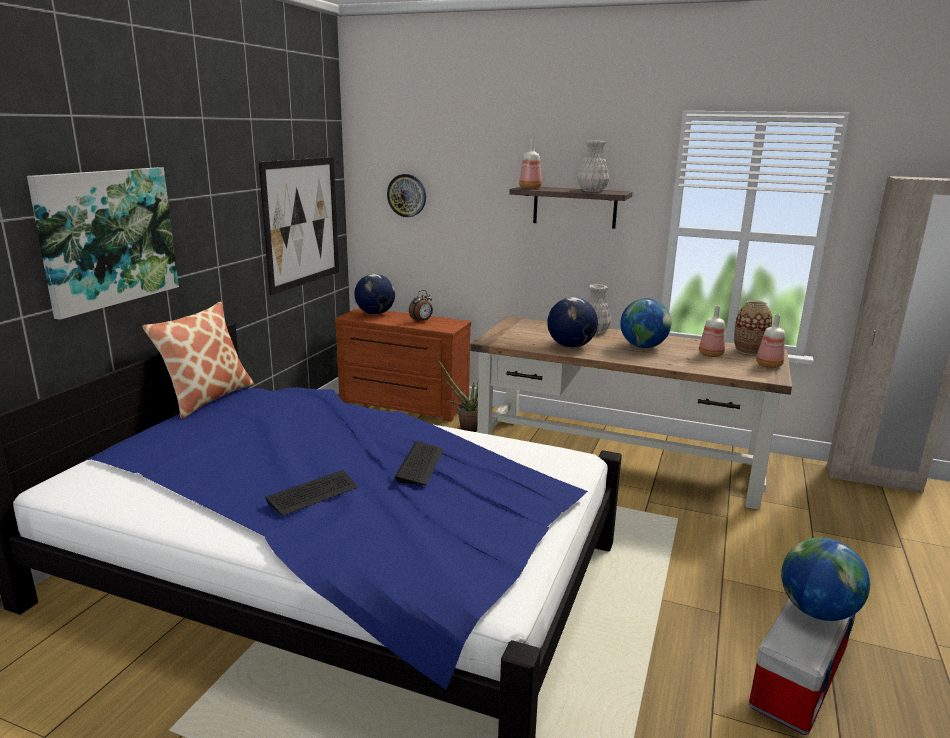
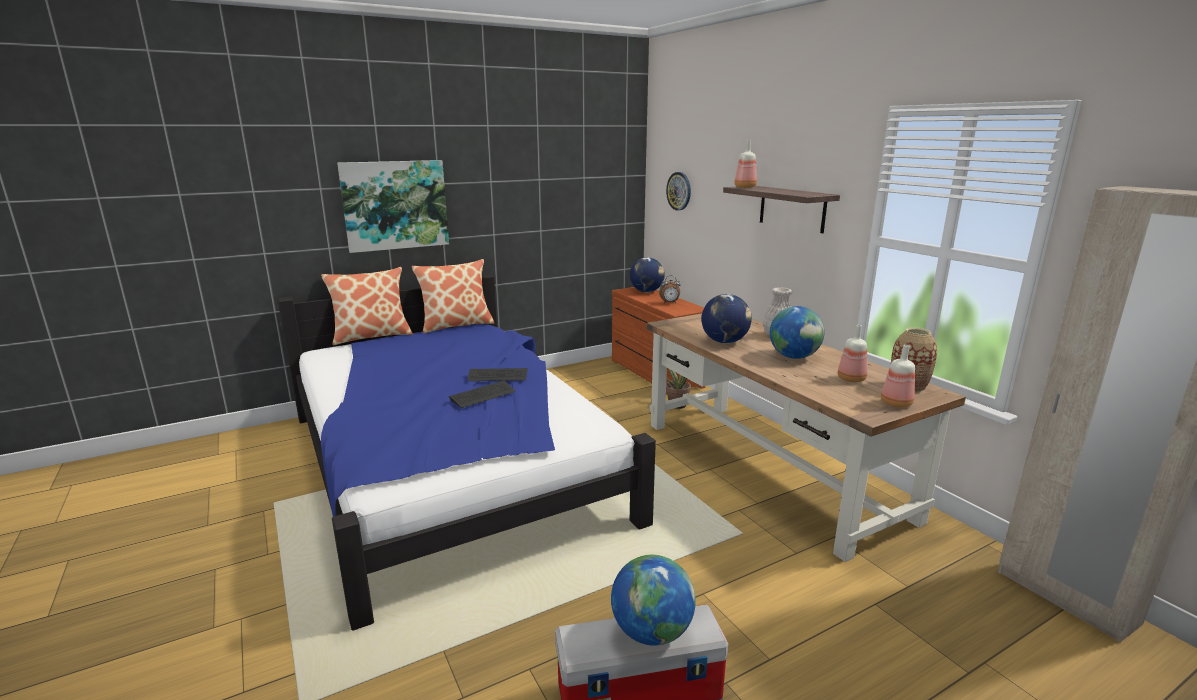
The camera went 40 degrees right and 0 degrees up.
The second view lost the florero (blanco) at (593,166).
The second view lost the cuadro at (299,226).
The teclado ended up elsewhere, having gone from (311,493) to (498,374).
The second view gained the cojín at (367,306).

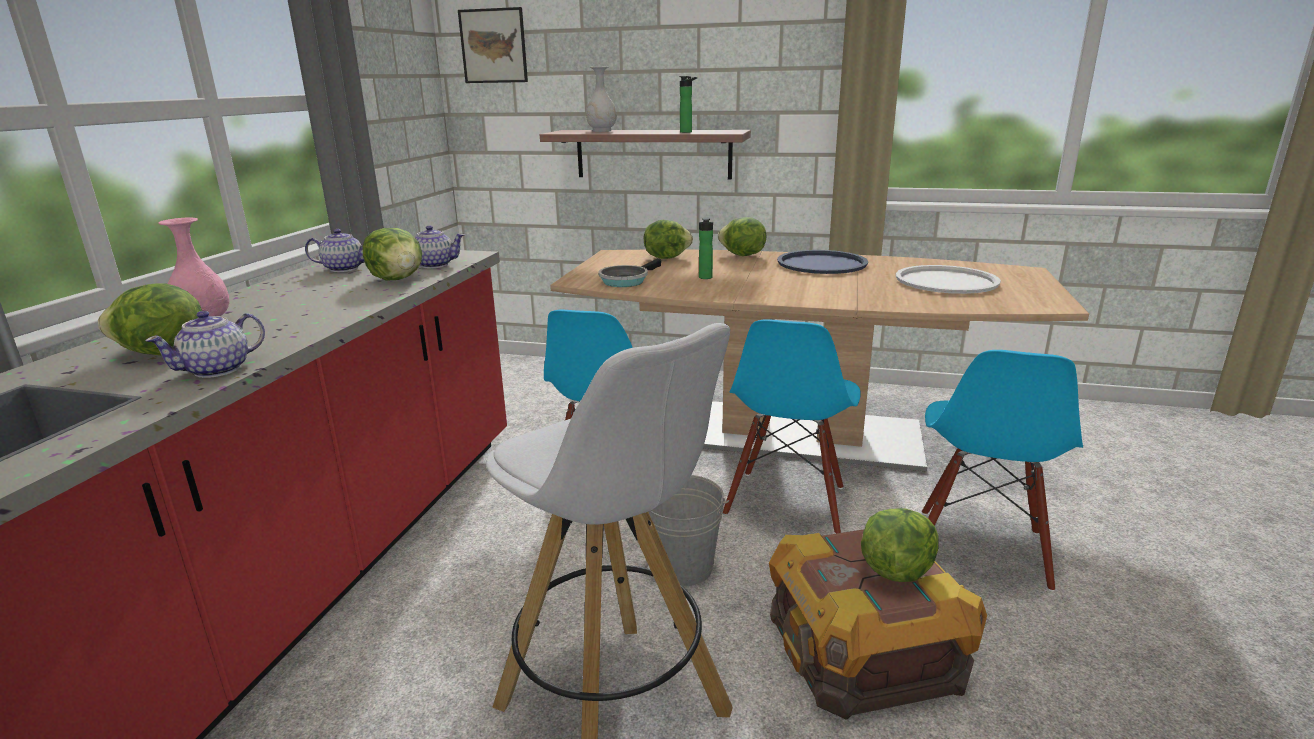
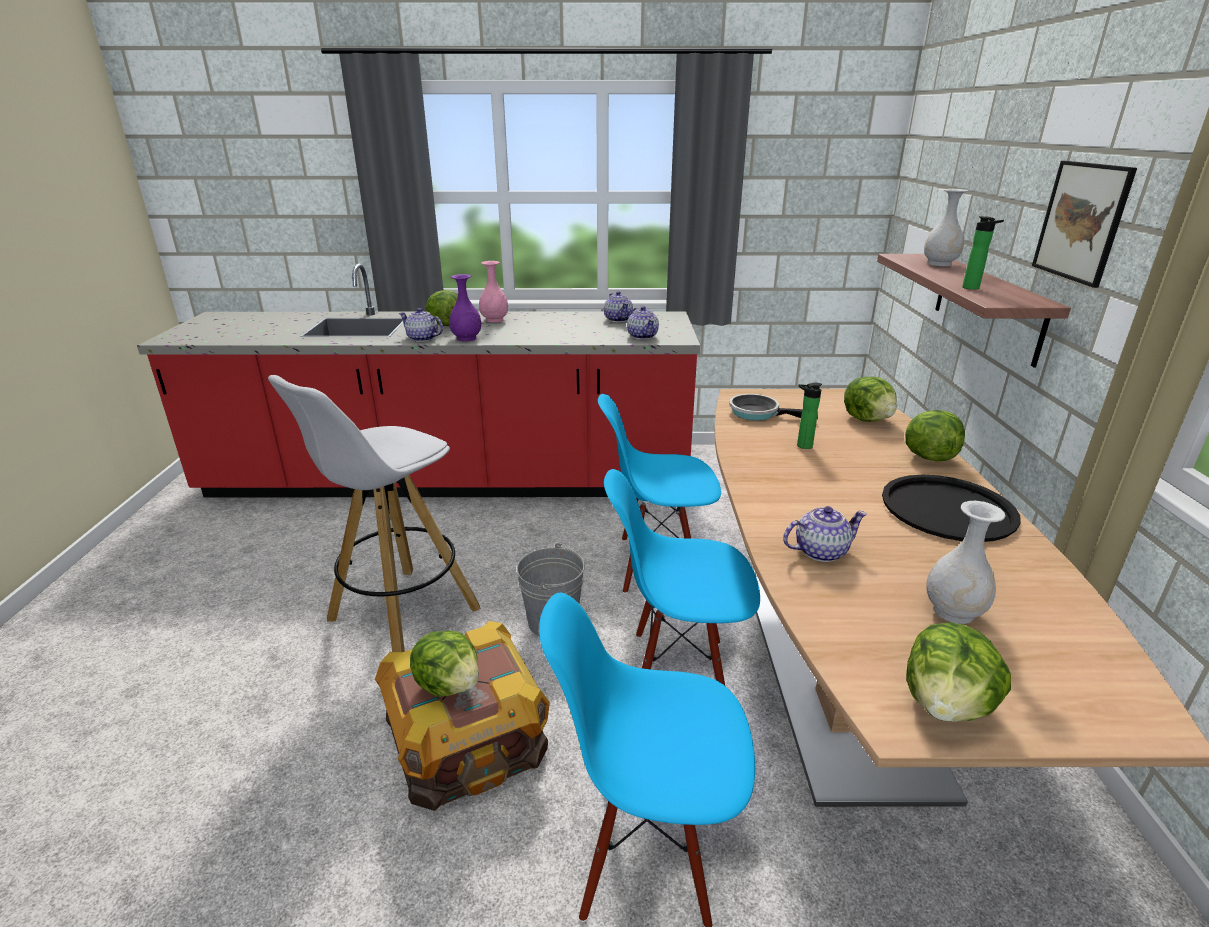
The camera went 75 degrees right and 5 degrees up.
The cuadro ended up elsewhere, having gone from (493,45) to (1084,224).
The lechuga ended up elsewhere, having gone from (392,254) to (958,672).
What was the bandeja (azul) at (822,262) turned into the bandeja (negro) at (951,508).
Where the bandeja (blanco) stood at (948,279), the florero (blanco) came to stand at (965,562).
The second view gained the florero (morado) at (465,307).
The second view gained the tetera at (825,534).

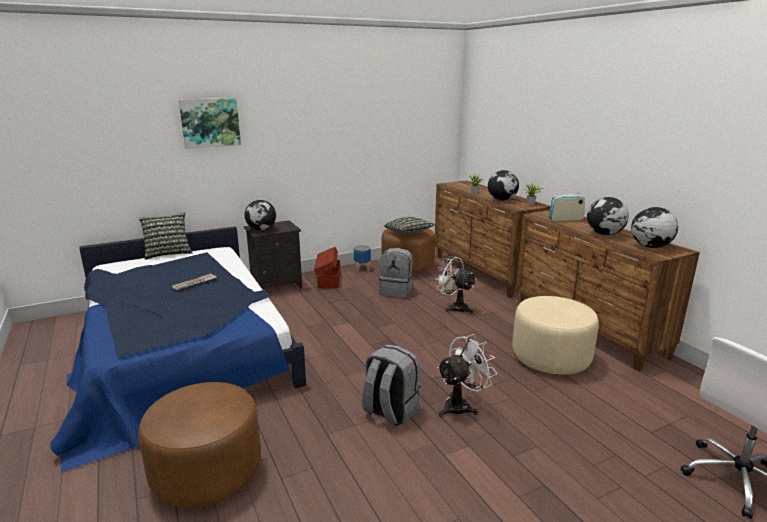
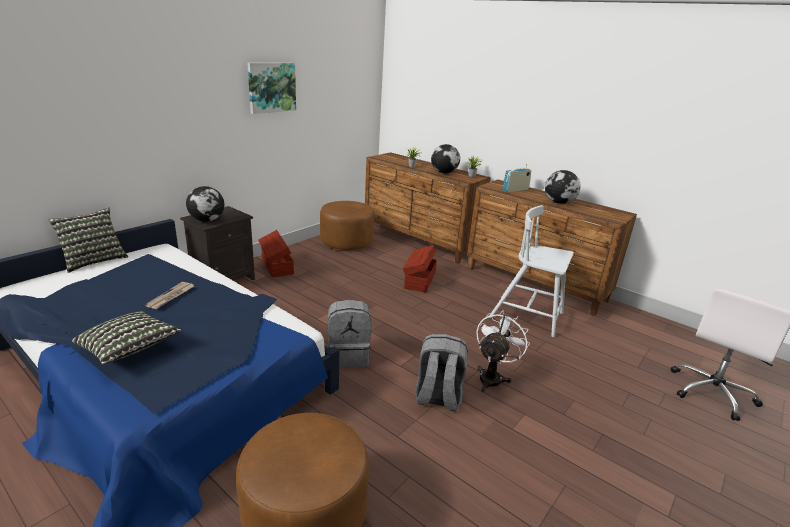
The camera went 25 degrees left and 5 degrees up.
The cuadro ended up elsewhere, having gone from (210,123) to (271,88).
The second view lost the globo terráqueo at (654,227).
The cojín ended up elsewhere, having gone from (409,225) to (126,337).
The second view lost the maceta at (362,258).
The mochila (gris) ended up elsewhere, having gone from (396,273) to (349,333).
Where the ventilador (blanco) stood at (455,285), the caja de almacenaje (marrón) came to stand at (420,268).
Where the puf (beis) stood at (555,335), the silla (blanco) came to stand at (531,271).

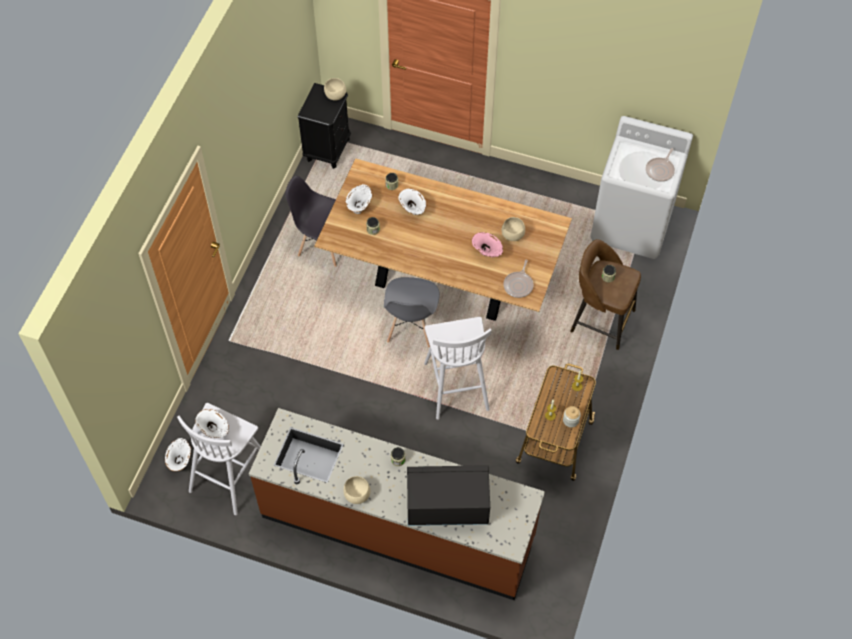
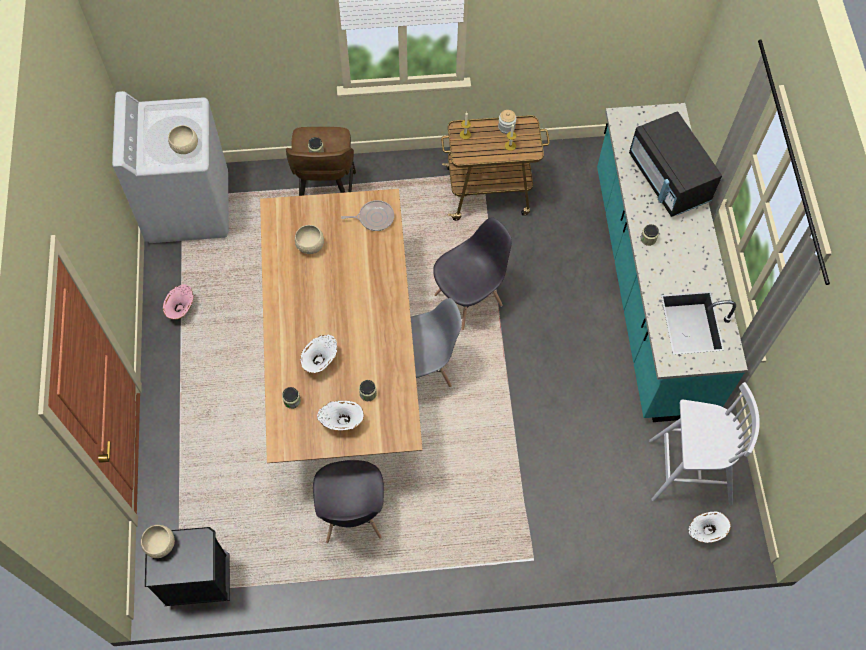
The camera went 115 degrees left and 5 degrees up.
The second view lost the sartén at (660,165).
The florero (rosa) ended up elsewhere, having gone from (487,245) to (178,301).
Where the taburete (blanco) stood at (458,368), the silla (gris) came to stand at (472,273).
What was the mueble bajo de cocina (marrón) at (397,504) turned into the mueble bajo de cocina (turquesa) at (672,262).
The second view lost the florero (blanco) at (212,423).
The cuenco (beis) ended up elsewhere, having gone from (357,490) to (183,139).

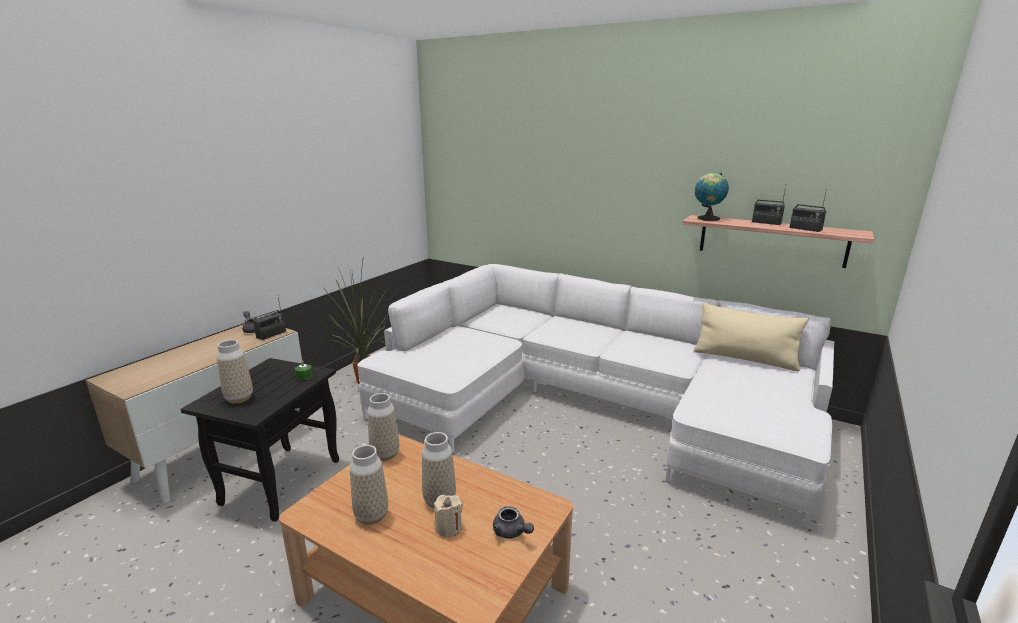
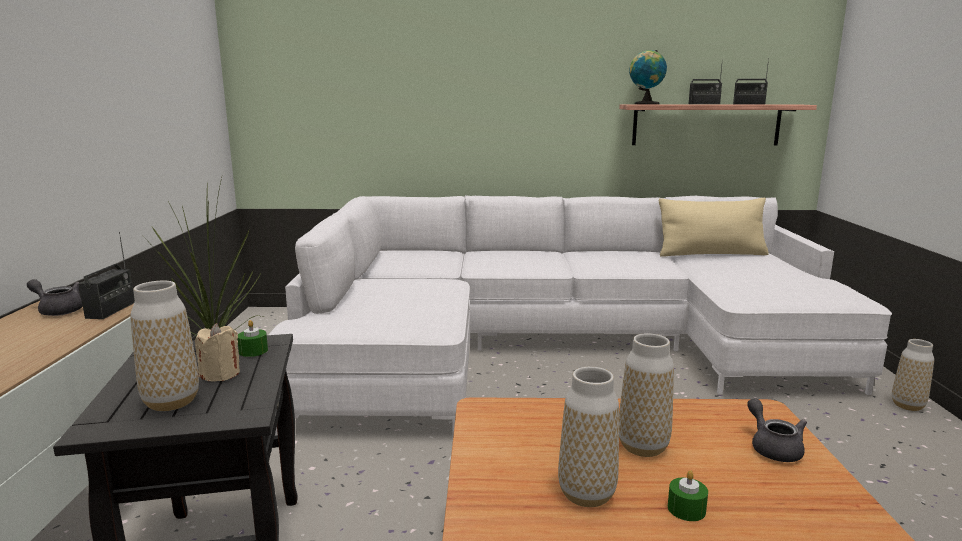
The camera went 30 degrees left and 5 degrees down.
The florero ended up elsewhere, having gone from (383,427) to (913,375).
The vela (beis) ended up elsewhere, having gone from (448,516) to (217,352).
The tetera (gris) at (513,522) ended up facing another way, 120 degrees counterclockwise from before.
The second view gained the vela (verde) at (688,495).

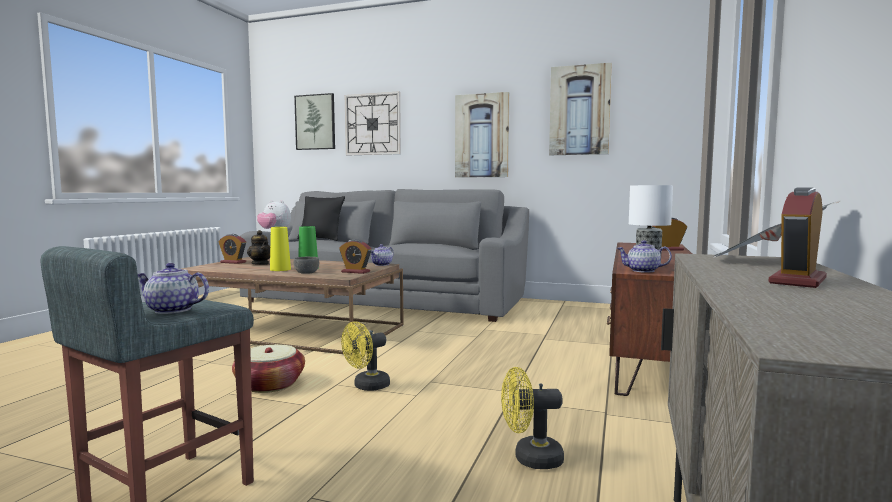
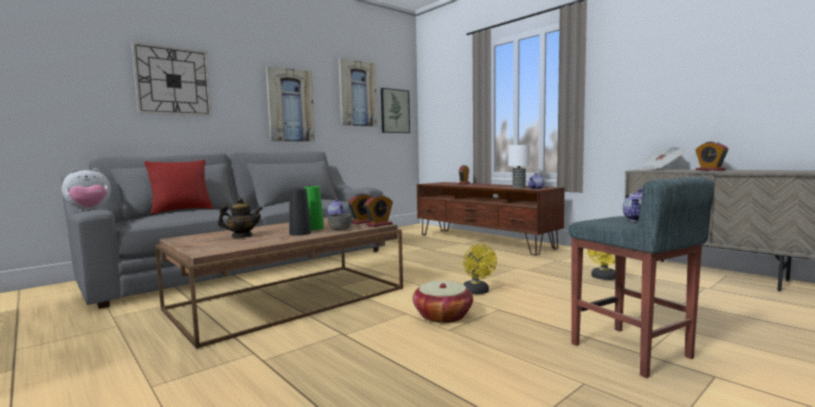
The camera went 60 degrees left and 0 degrees up.
The cuadro ended up elsewhere, having gone from (314,121) to (395,110).
What was the cojín (negro) at (321,218) turned into the cojín (rojo) at (178,187).
What was the florero (amarillo) at (280,249) turned into the florero (negro) at (300,212).
The despertador ended up elsewhere, having gone from (232,249) to (378,210).

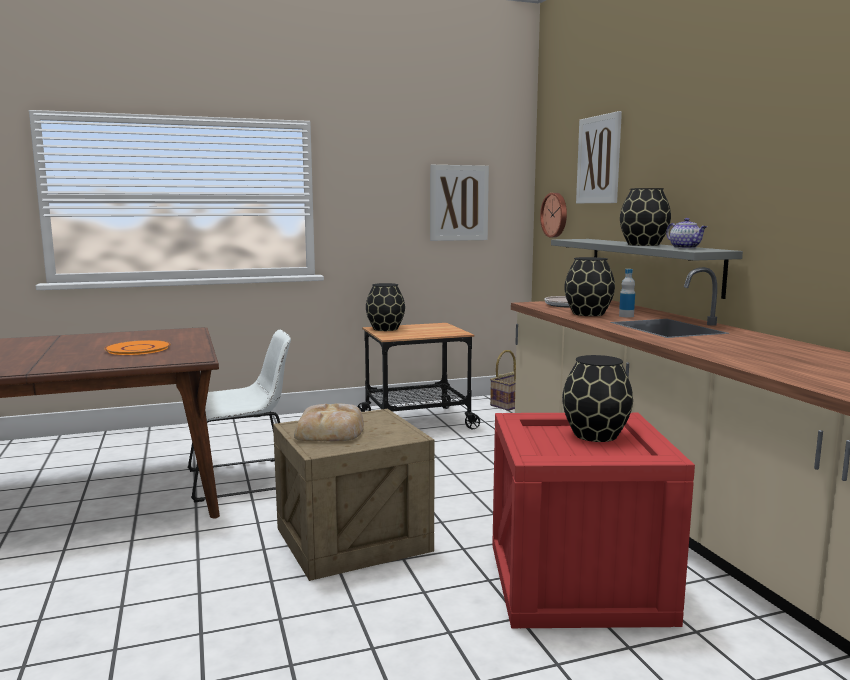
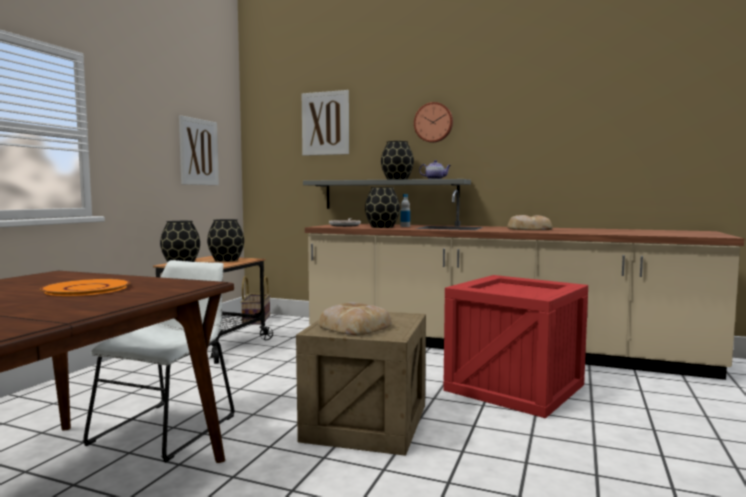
The camera went 50 degrees left and 5 degrees down.
The reloj de pared ended up elsewhere, having gone from (553,215) to (433,122).
The florero (negro) ended up elsewhere, having gone from (597,398) to (225,240).
The second view gained the pan at (530,222).

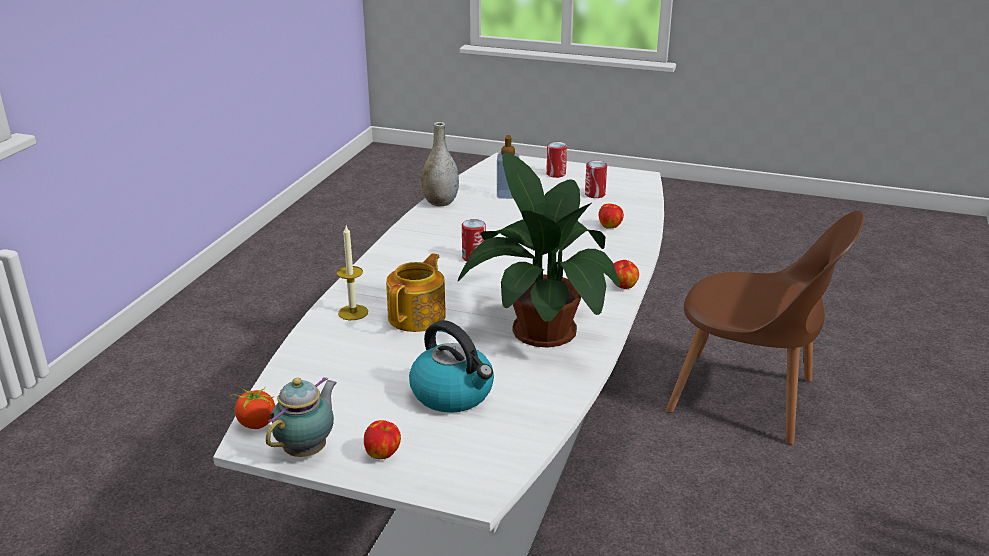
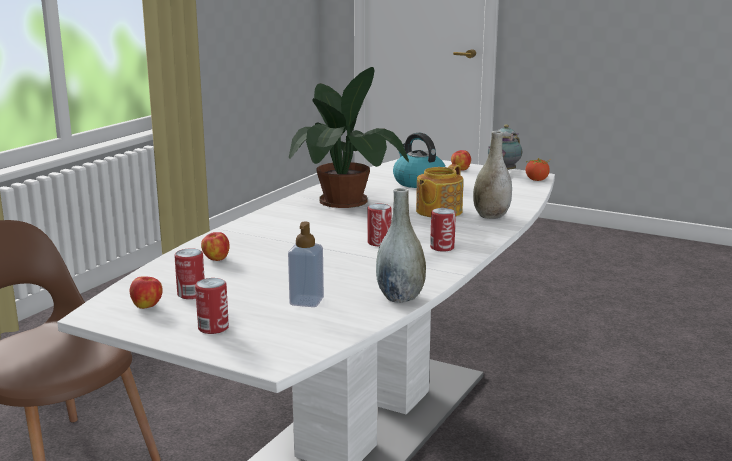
The camera went 170 degrees left and 10 degrees down.
Where the vela stood at (352,273), the florero (gris) came to stand at (492,175).
The manzana ended up elsewhere, having gone from (626,274) to (146,292).
The second view gained the lata at (443,230).

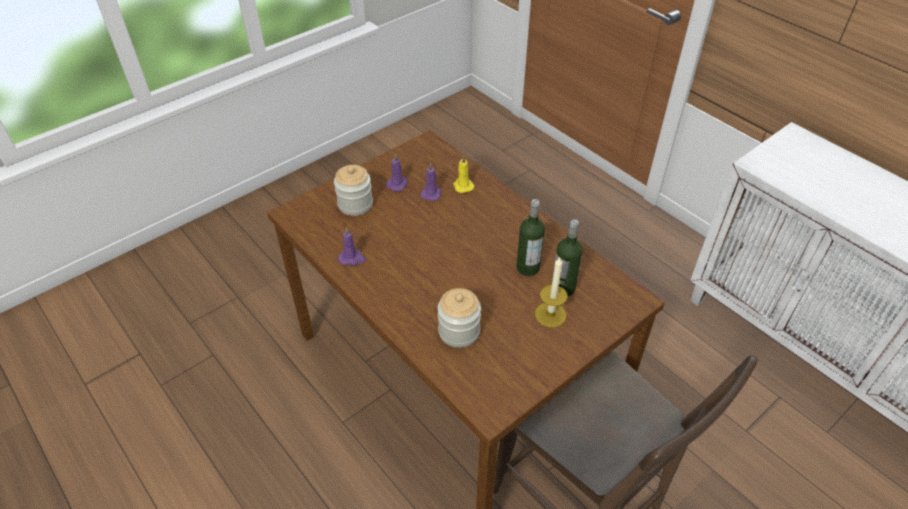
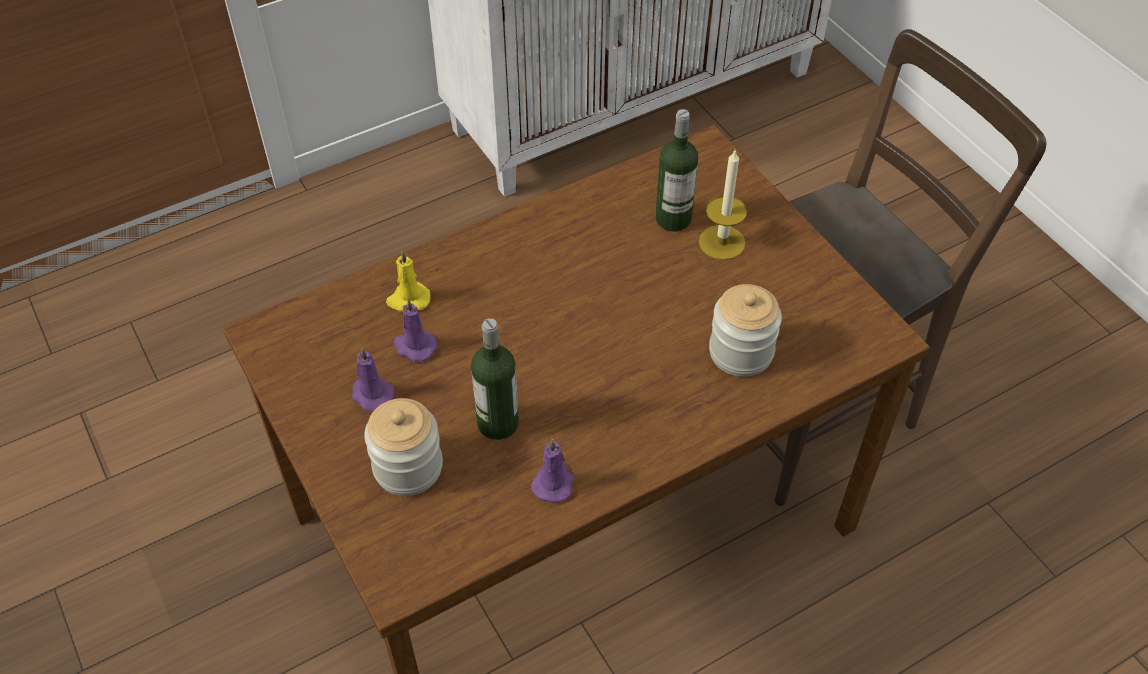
The camera went 80 degrees left and 5 degrees up.
The botella ended up elsewhere, having gone from (530,237) to (495,379).

